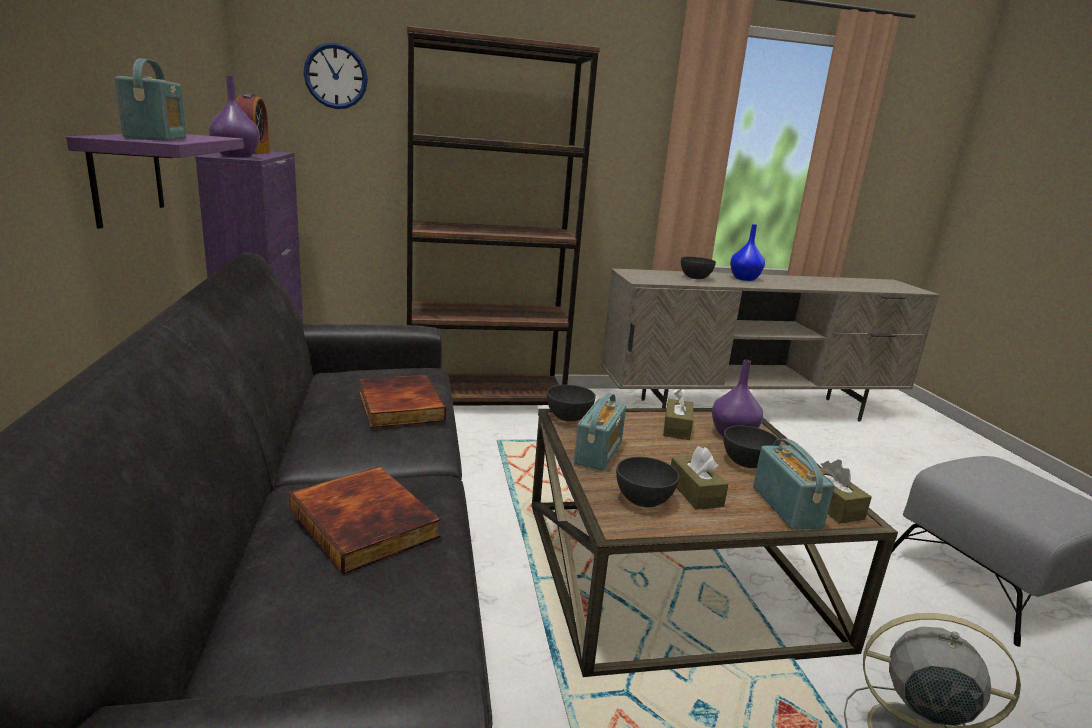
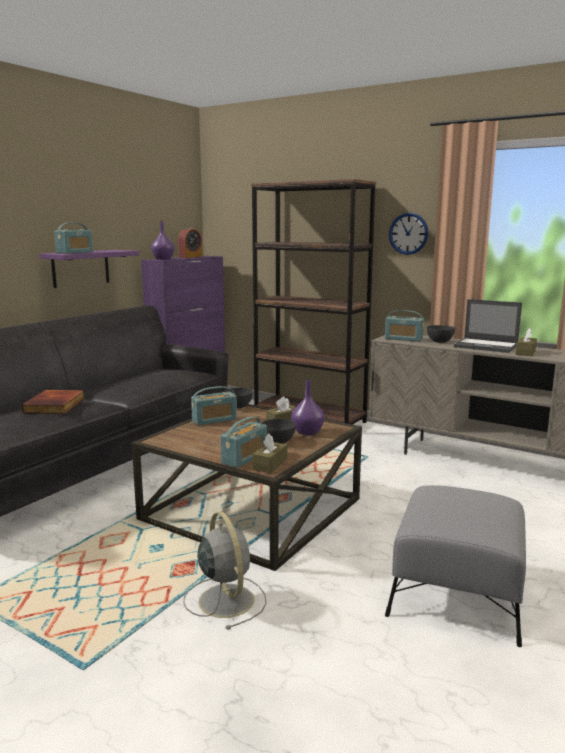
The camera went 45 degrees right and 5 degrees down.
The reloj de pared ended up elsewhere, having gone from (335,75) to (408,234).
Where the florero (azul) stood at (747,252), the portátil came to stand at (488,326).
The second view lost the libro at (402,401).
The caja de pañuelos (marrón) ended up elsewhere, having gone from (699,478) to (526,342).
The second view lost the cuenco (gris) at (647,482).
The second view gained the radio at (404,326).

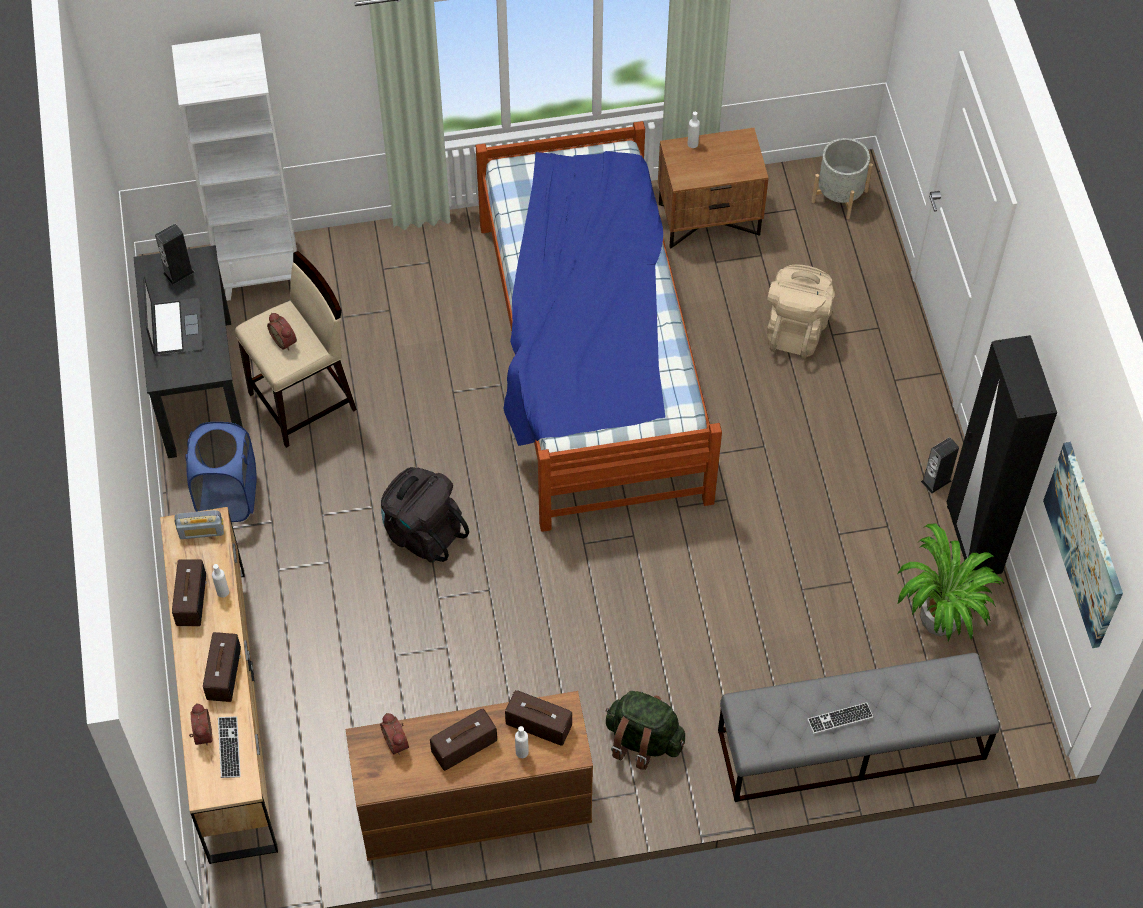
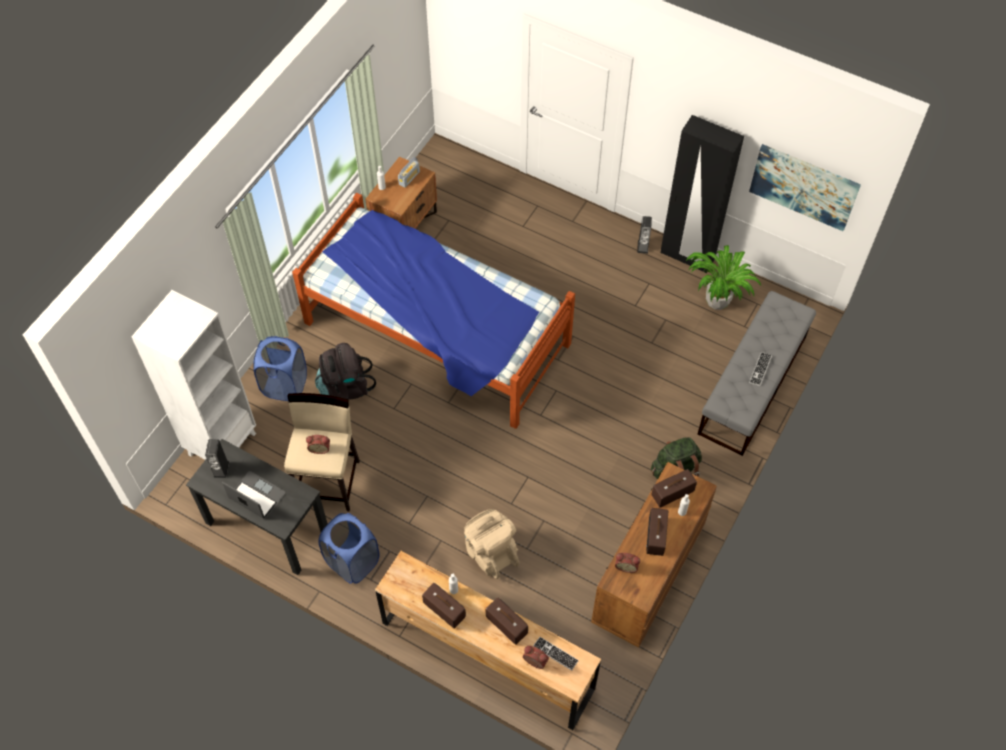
The camera went 50 degrees left and 0 degrees up.
The second view lost the maceta (gris) at (842,178).
The mochila (beis) ended up elsewhere, having gone from (801,312) to (491,544).
The mochila (negro) ended up elsewhere, having gone from (425,515) to (345,371).
The radio ended up elsewhere, having gone from (199,524) to (409,172).
The second view gained the cesto de la ropa (azul) at (280,368).

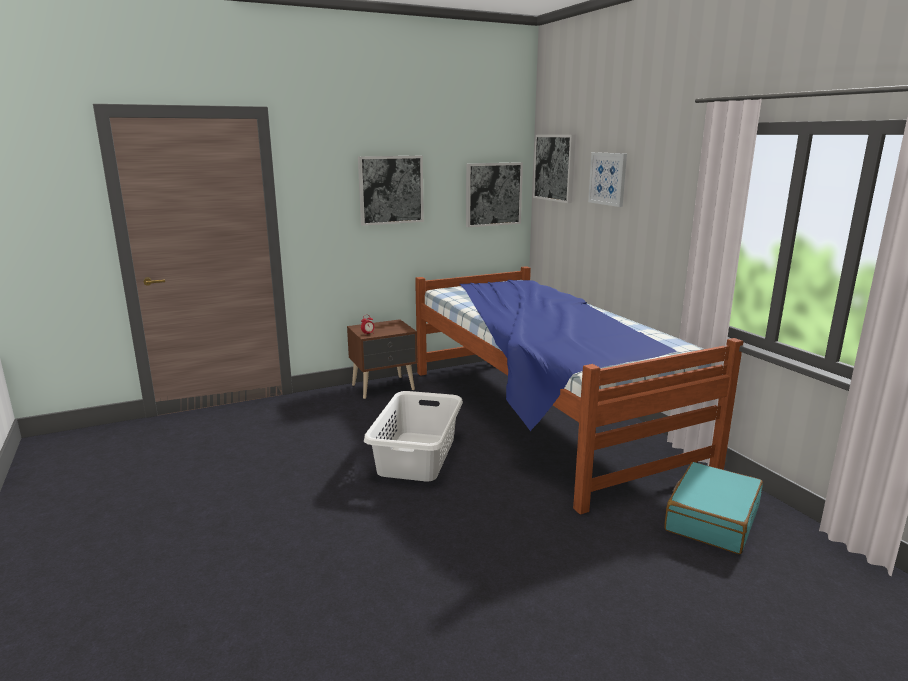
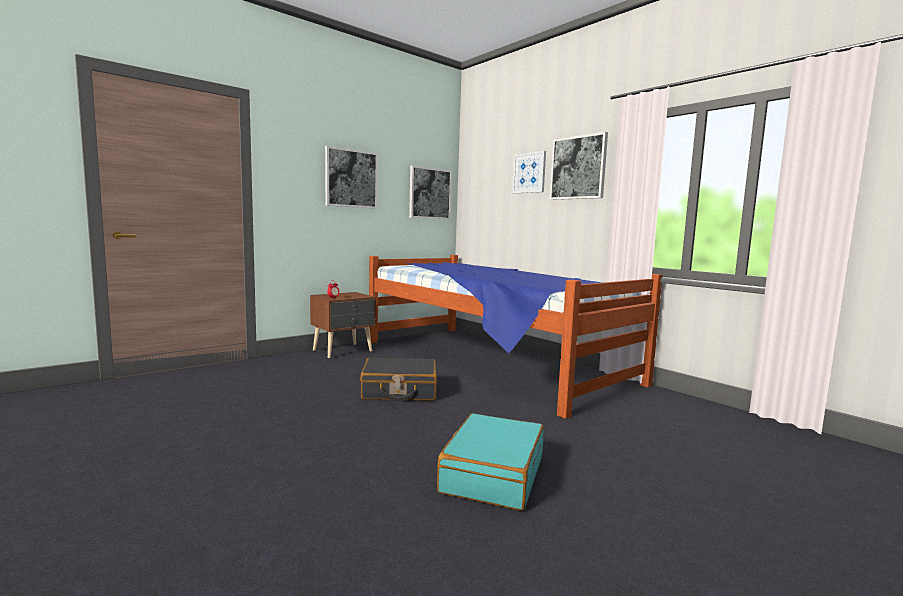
The camera went 15 degrees left and 10 degrees down.
The cuadro ended up elsewhere, having gone from (554,169) to (579,166).
Where the cesto de la ropa (blanco) stood at (413,436), the maleta (negro) came to stand at (398,379).
The maleta (turquesa) ended up elsewhere, having gone from (713,508) to (490,462).

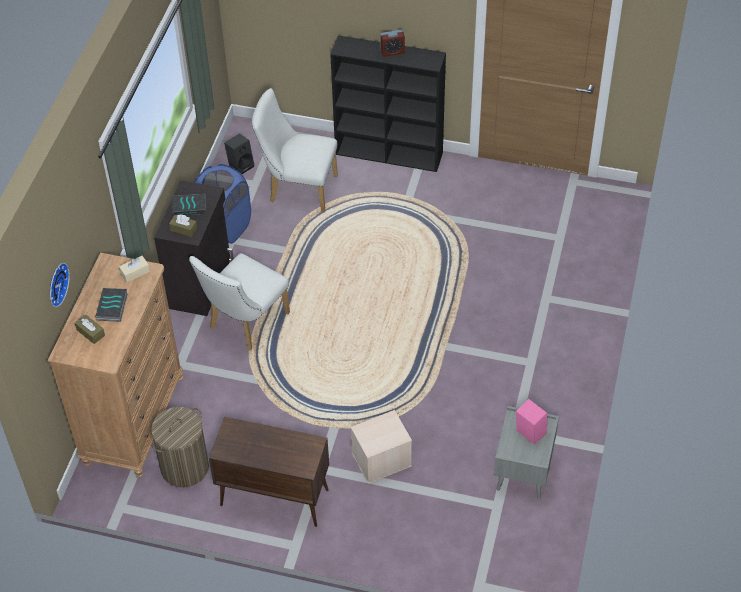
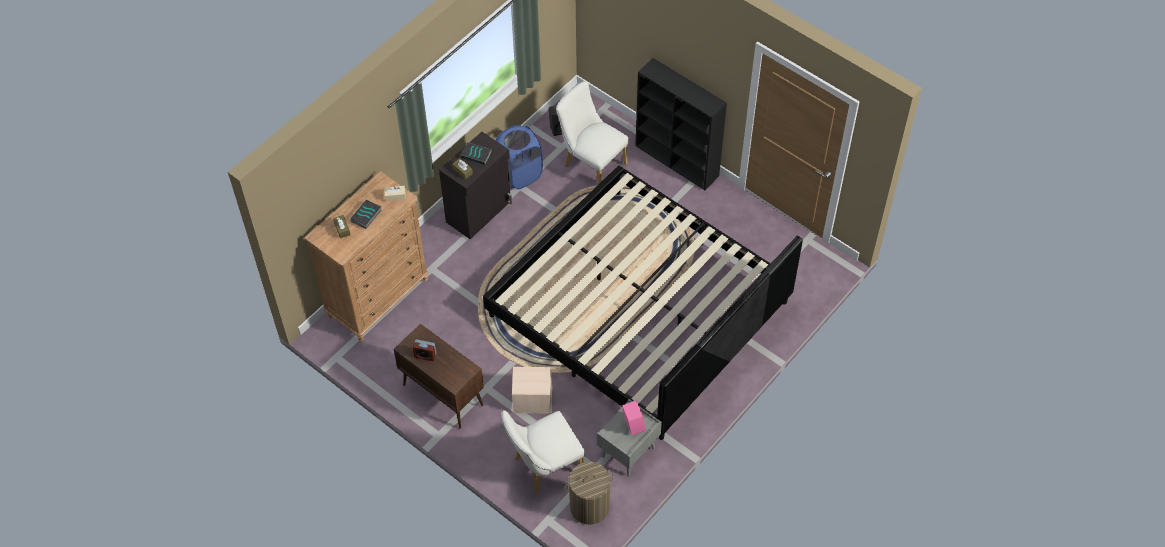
The camera went 25 degrees right and 5 degrees up.
The despertador ended up elsewhere, having gone from (392,43) to (424,350).
The silla (blanco) ended up elsewhere, having gone from (239,301) to (543,452).
The second view lost the reloj de pared at (60,285).
The cesto de la ropa ended up elsewhere, having gone from (180,447) to (589,493).
The second view gained the cama at (643,303).

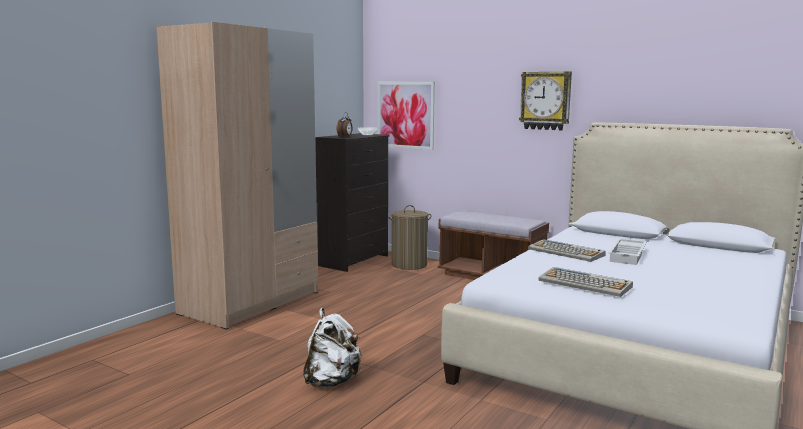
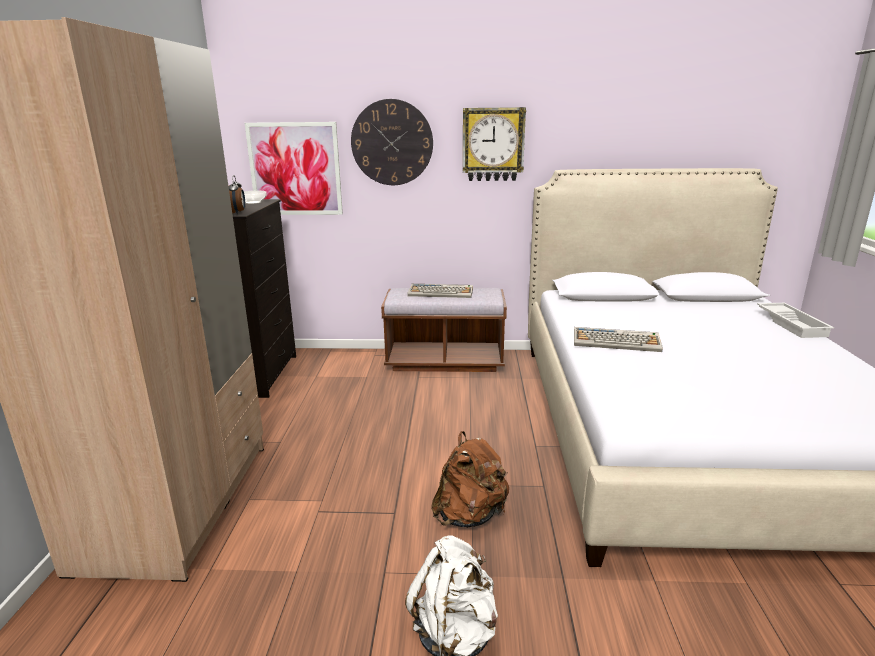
The camera went 30 degrees left and 10 degrees up.
The second view lost the cesto de la ropa at (409,237).
The bandeja (blanco) ended up elsewhere, having gone from (628,252) to (795,320).
The teclado ended up elsewhere, having gone from (585,282) to (440,291).
The second view gained the reloj de pared at (392,142).
The second view gained the mochila (marrón) at (470,479).

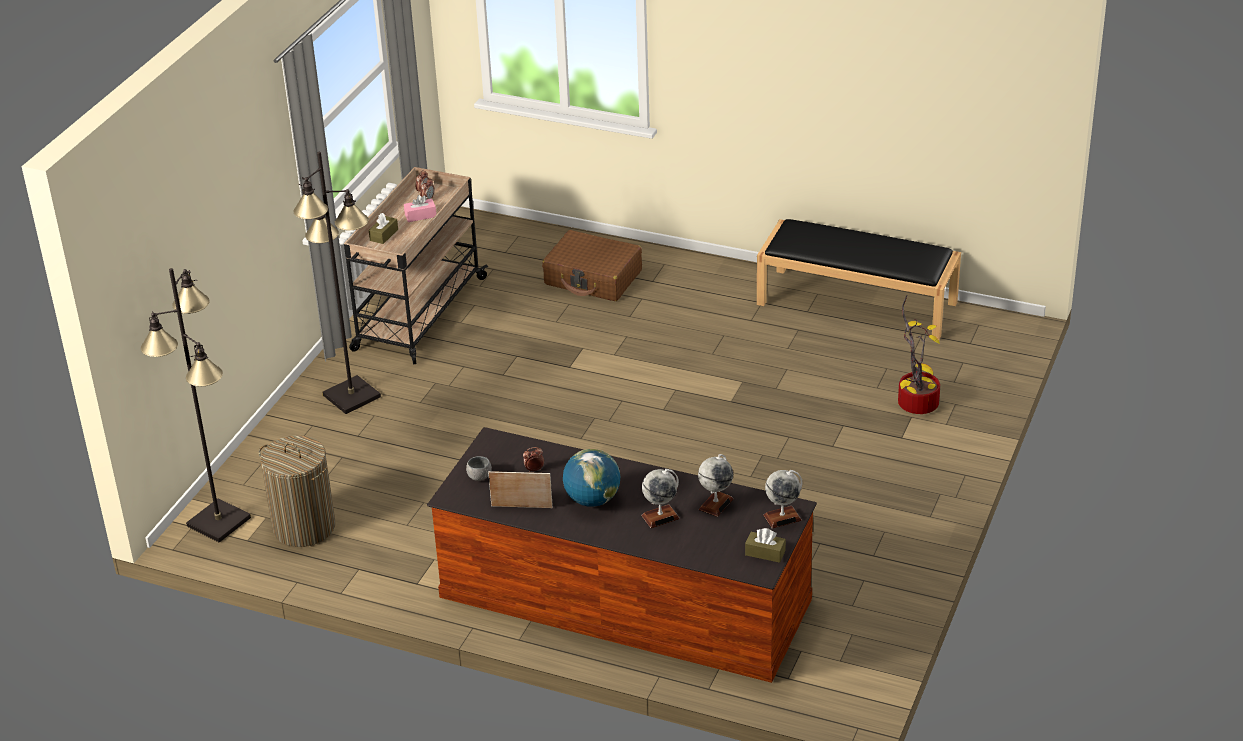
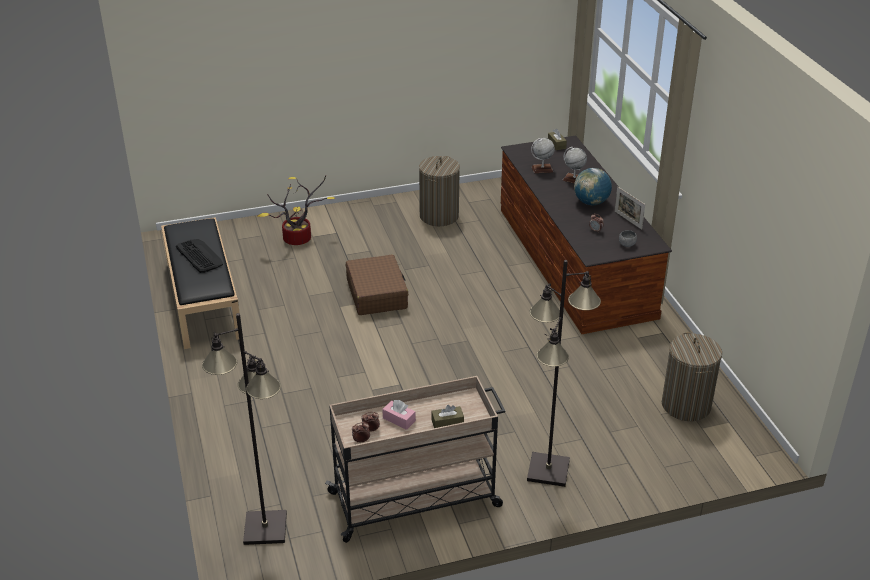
The camera went 130 degrees left and 0 degrees up.
The maleta (marrón) ended up elsewhere, having gone from (592,265) to (377,284).
The lámpara de pie (negro) ended up elsewhere, having gone from (196,405) to (244,429).
The second view lost the globo terráqueo at (783,499).
The second view gained the cesto de la ropa at (439,191).
The second view gained the teclado at (199,256).

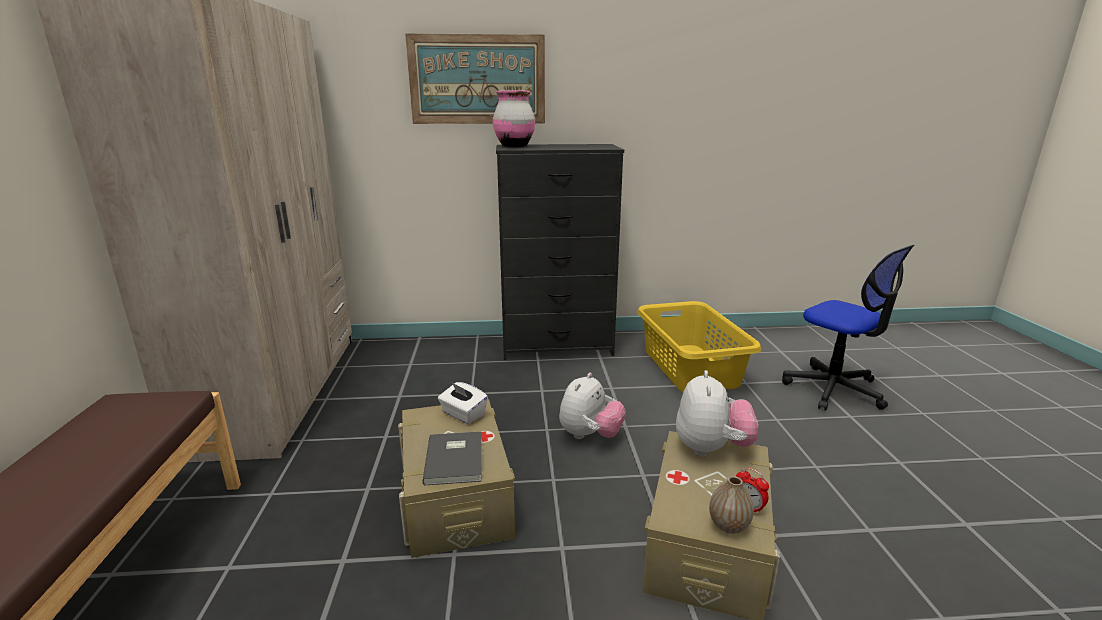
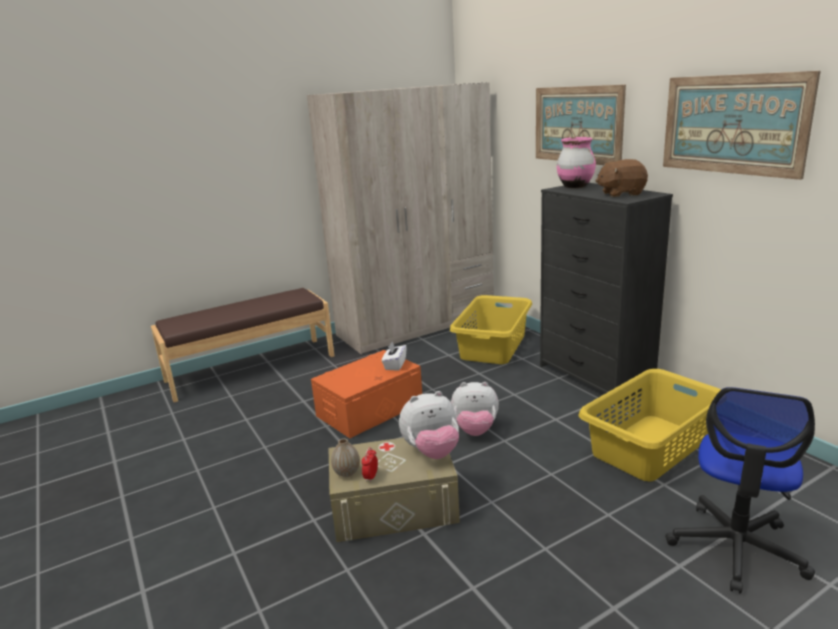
The camera went 65 degrees right and 0 degrees up.
What was the caja de almacenaje (beis) at (456,478) turned into the caja de almacenaje (naranja) at (366,394).
The second view lost the libro (gris) at (452,458).
The second view gained the cuadro at (741,125).
The second view gained the peluche (marrón) at (622,178).
The second view gained the cesto de la ropa (amarillo) at (491,329).

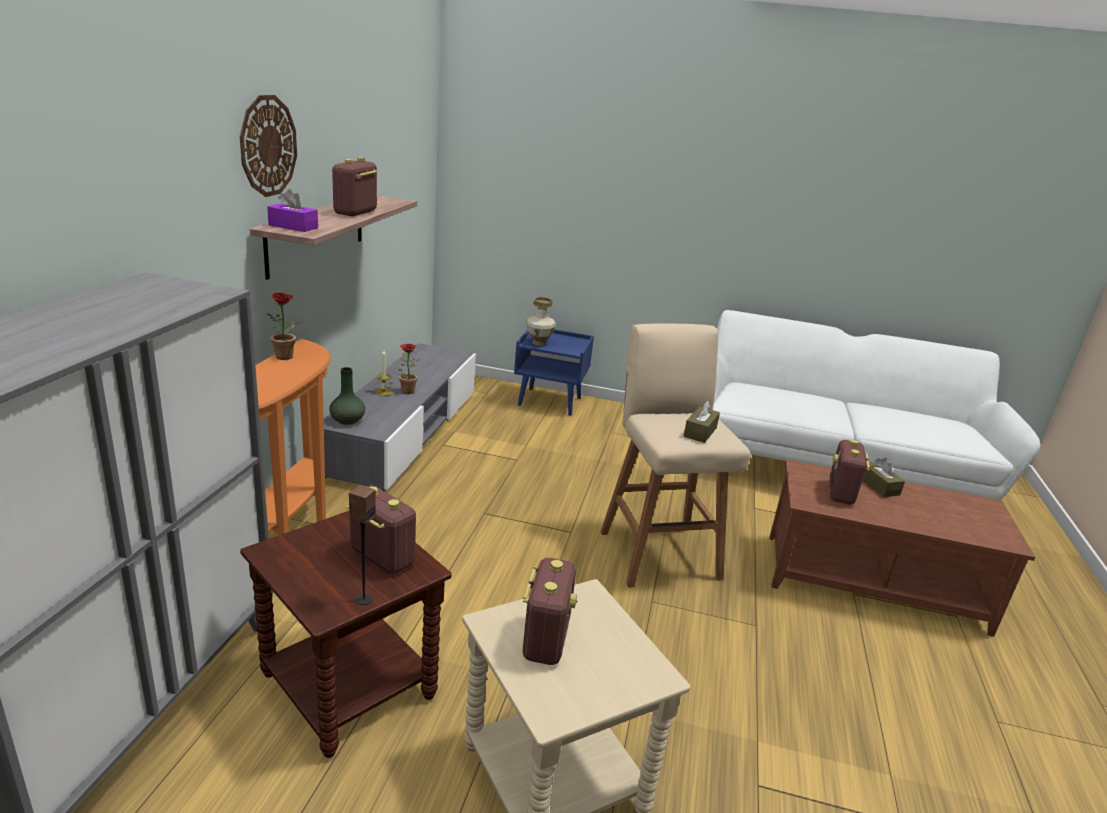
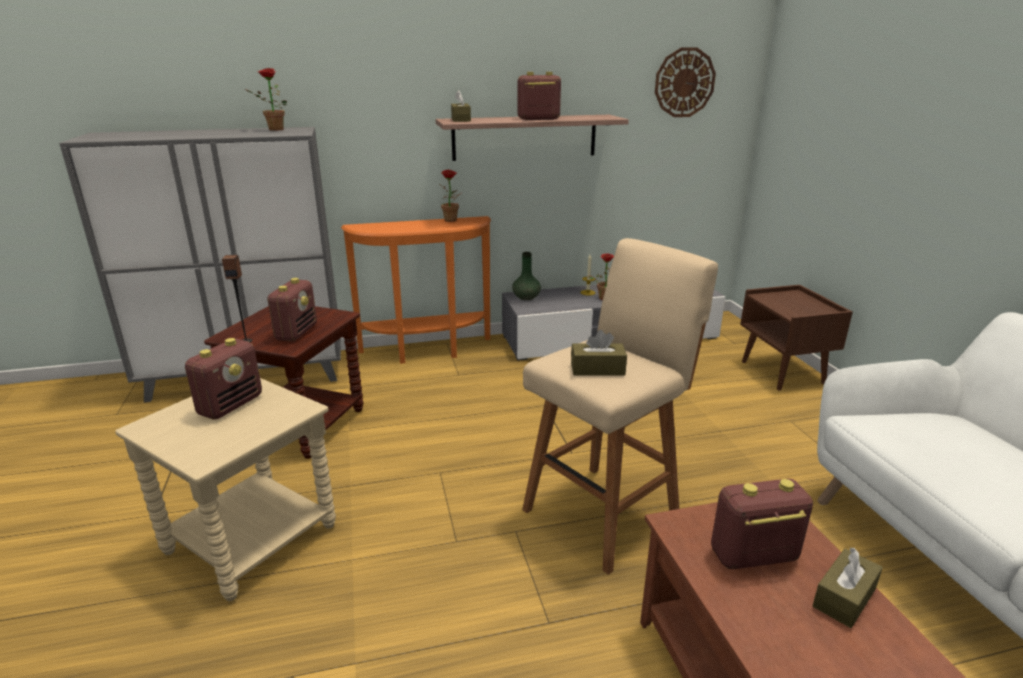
The camera went 65 degrees right and 0 degrees up.
The reloj de pared ended up elsewhere, having gone from (268,146) to (685,82).
What was the caja de pañuelos (morado) at (292,210) turned into the caja de pañuelos (marrón) at (461,106).
The second view lost the florero at (541,321).
What was the mesita de noche (azul) at (554,372) turned into the mesita de noche (marrón) at (796,338).
The radio at (550,611) ended up facing another way, 45 degrees counterclockwise from before.
The second view gained the planta en maceta at (266,99).

